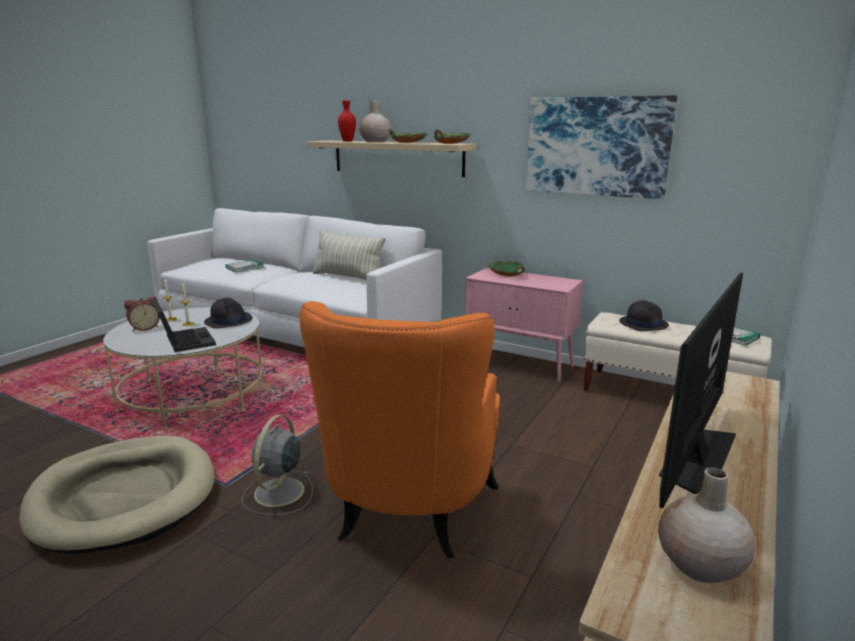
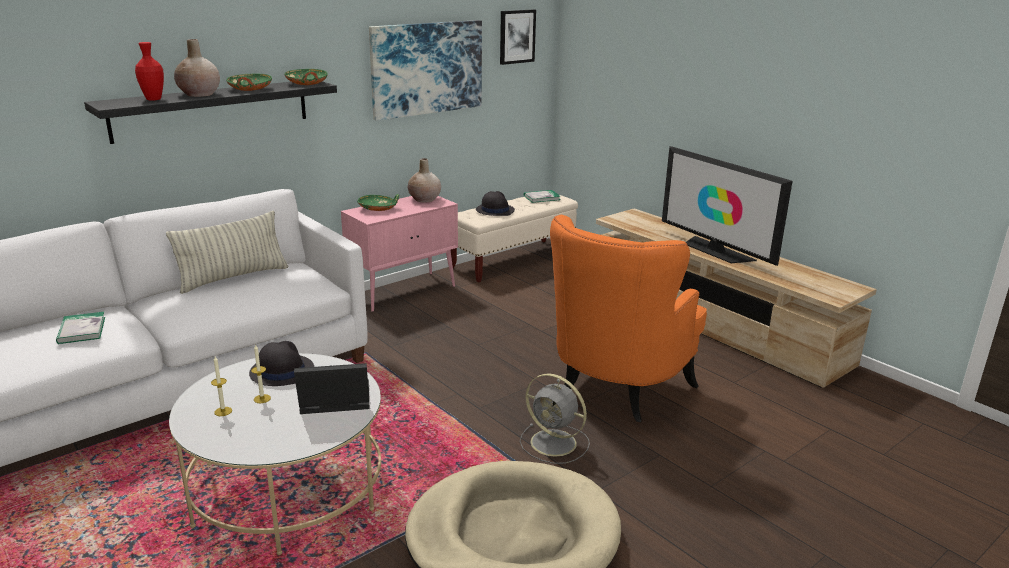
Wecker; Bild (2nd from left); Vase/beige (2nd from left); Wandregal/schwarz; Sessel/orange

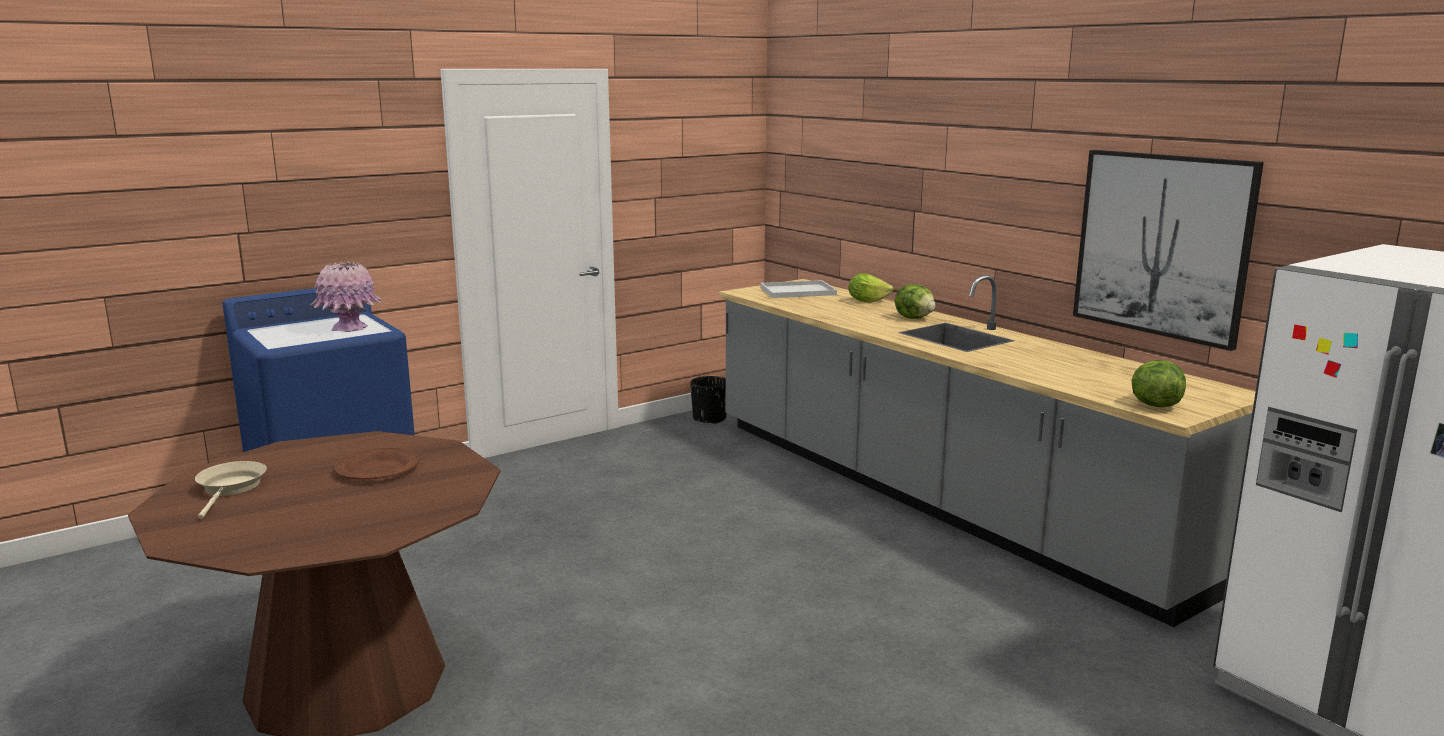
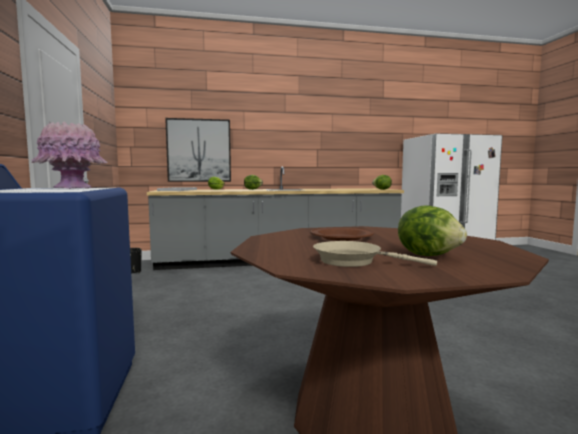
Salatkopf (4th from left); Bild

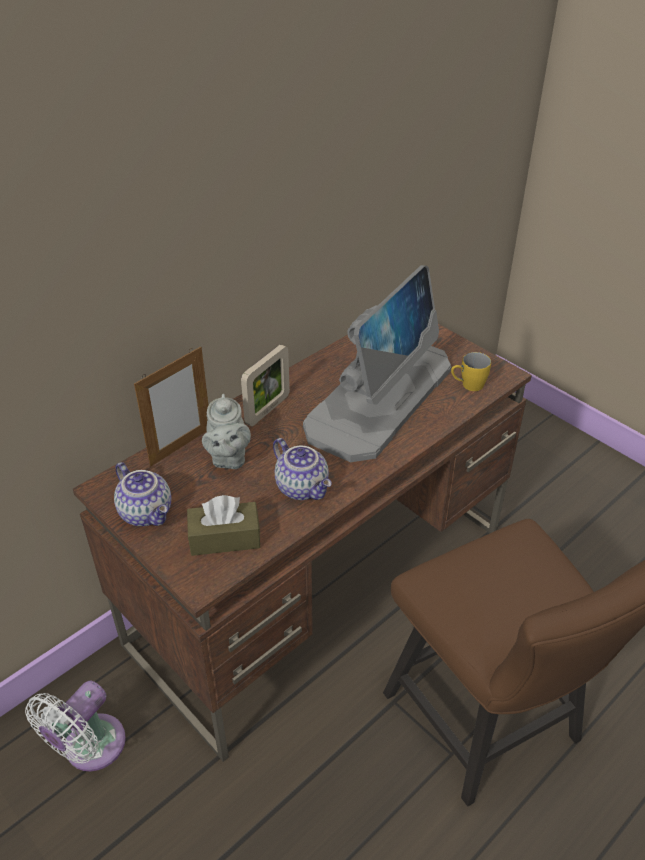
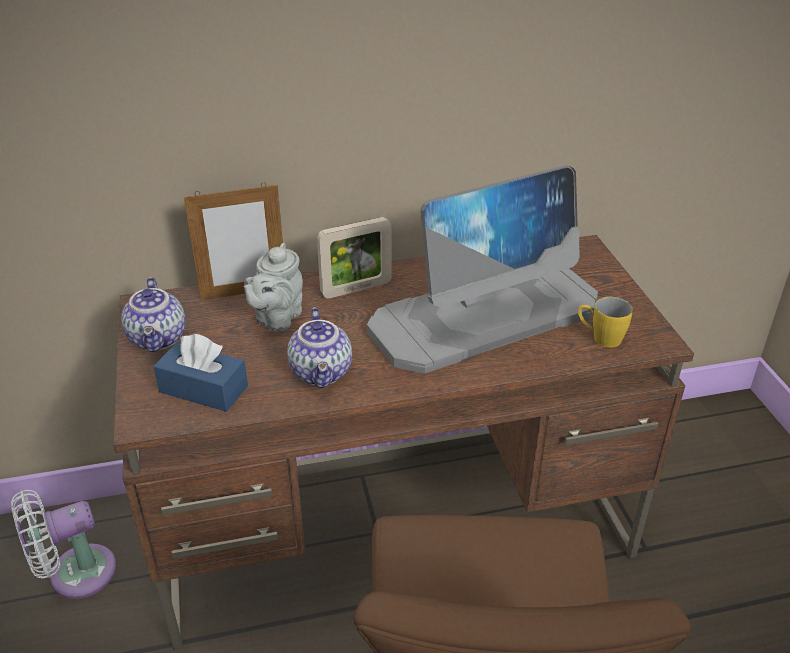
Taschentuchbox/blau

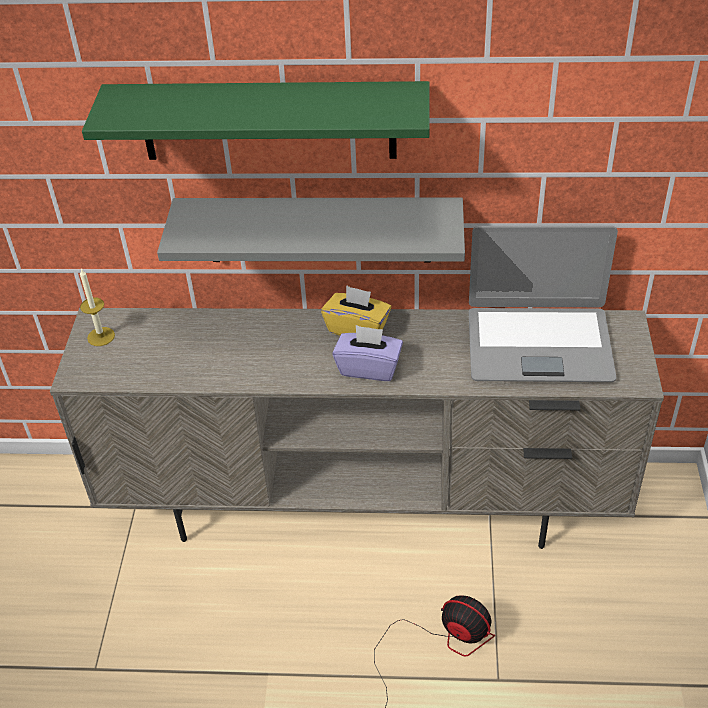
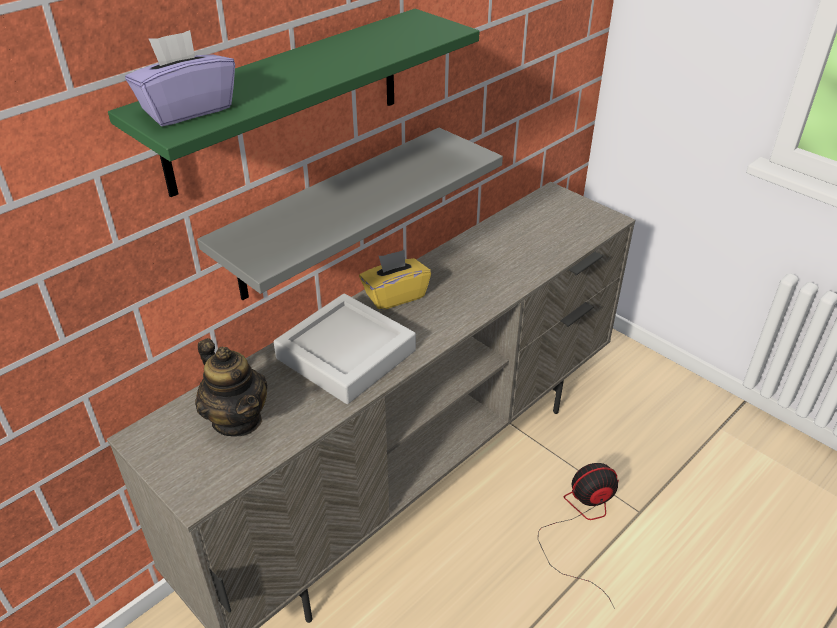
Kerze; Laptop; Teekanne; Tablett/grau; Taschentuchbox/lila

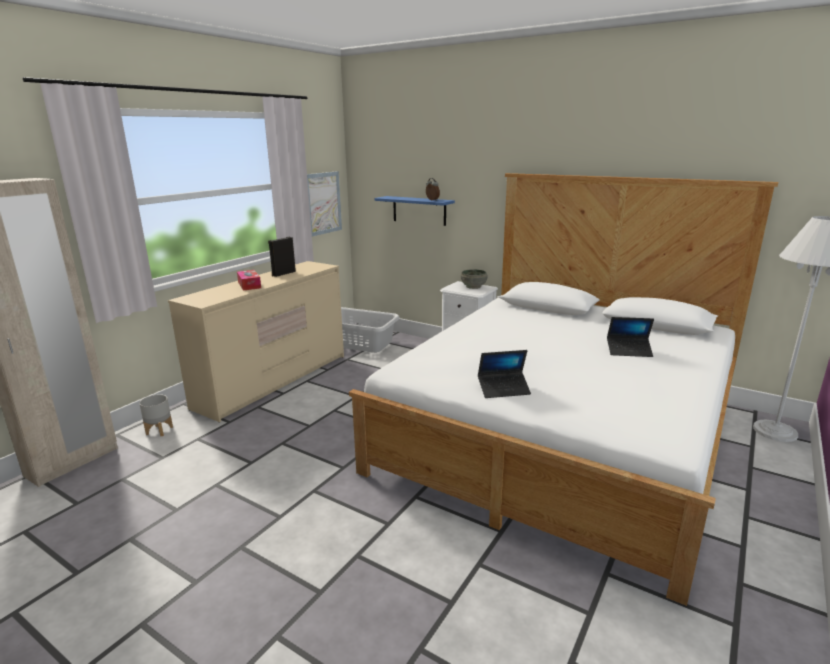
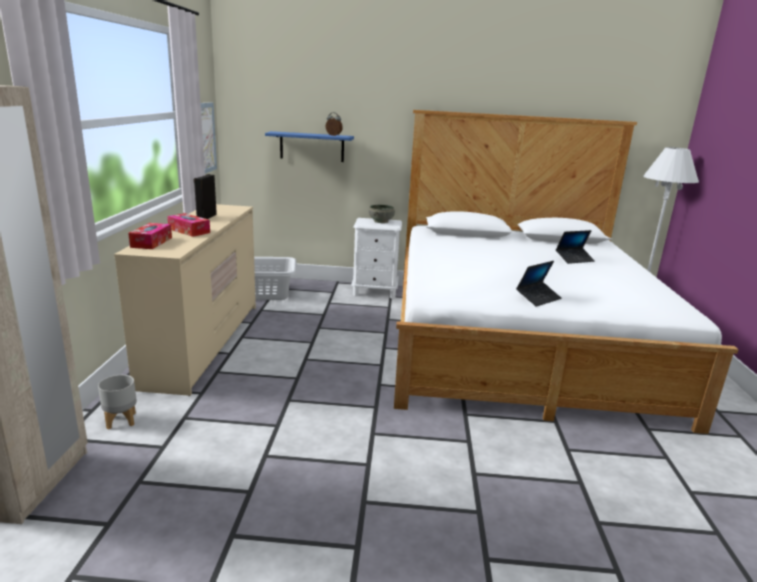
Taschentuchbox (1st from left)

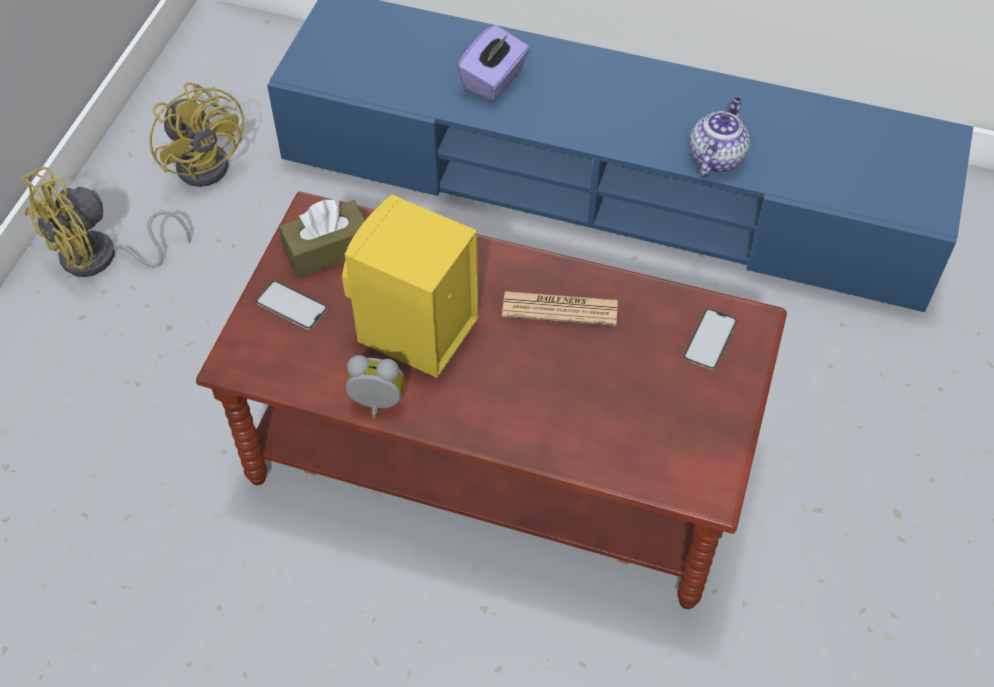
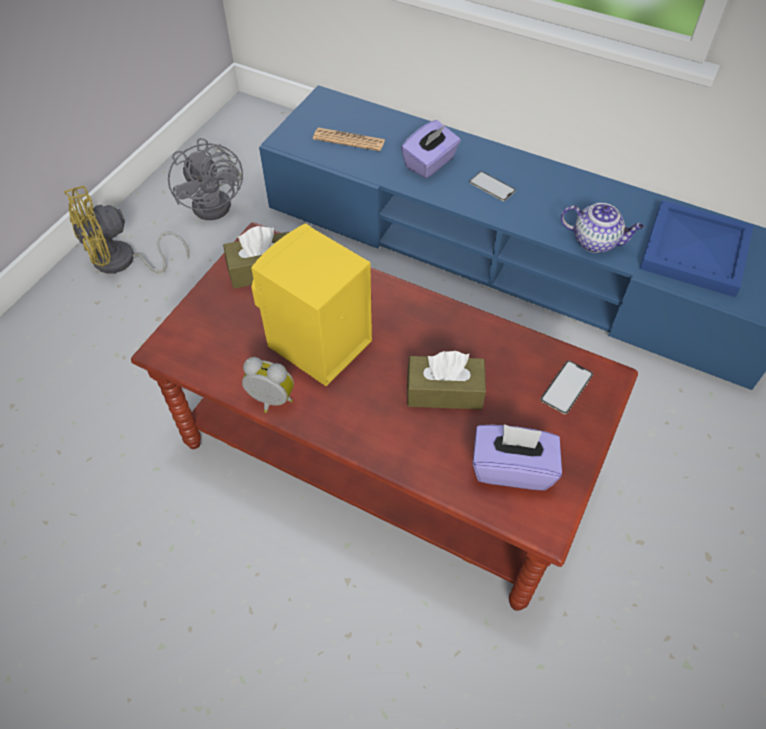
Taschentuchbox/braun (2nd from left); Taschentuchbox/lila (2nd from left); Tablett/blau; Handy (1st from left); Zeitung; Ventilator/grau; Teekanne

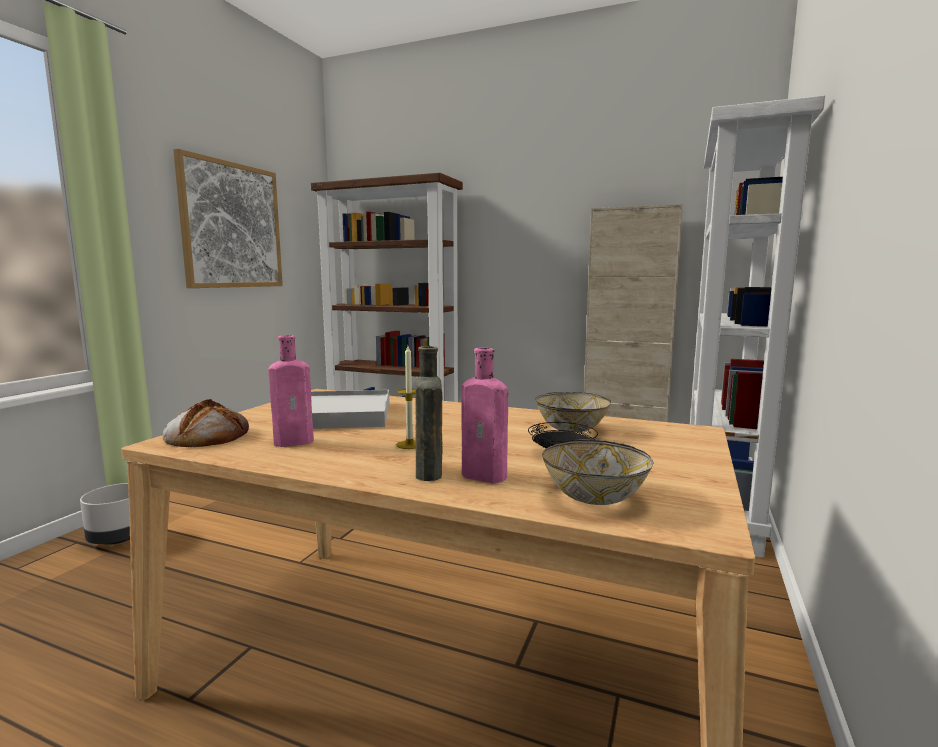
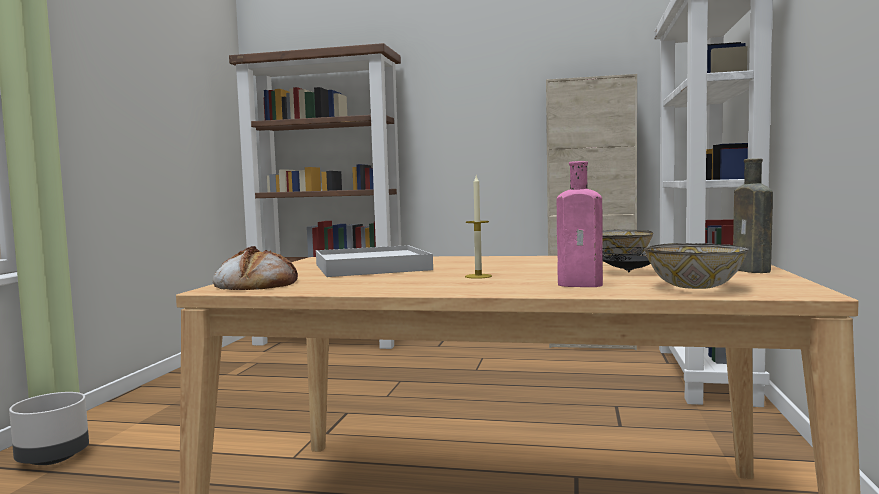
Bild; Flasche/rosa (1st from left in the first image); Flasche/braun

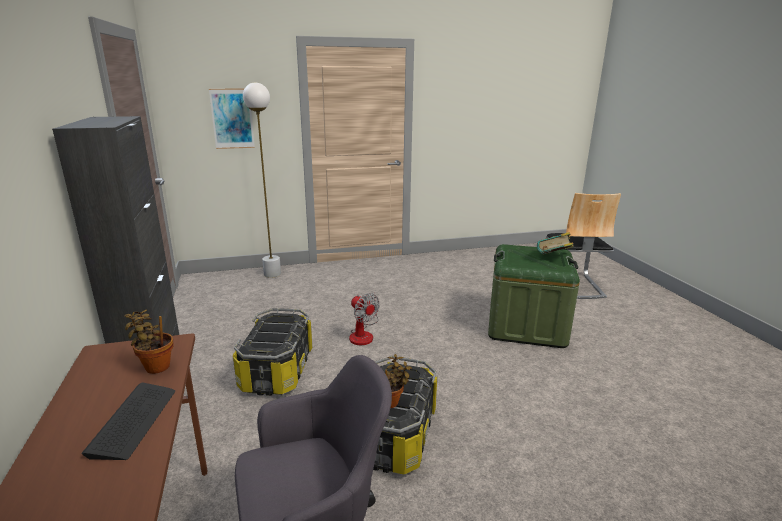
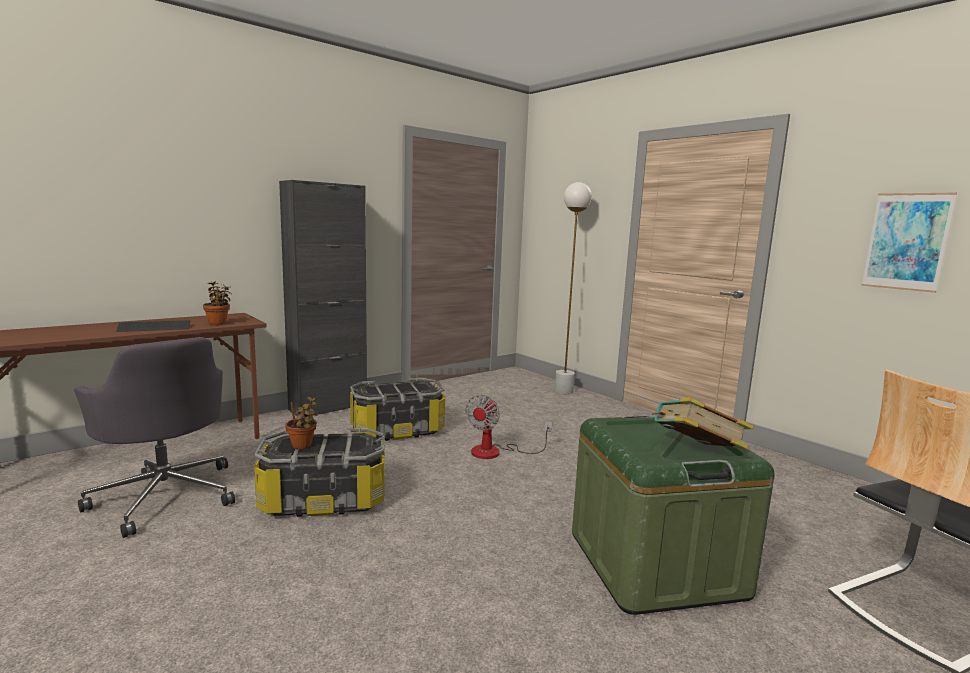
Bild

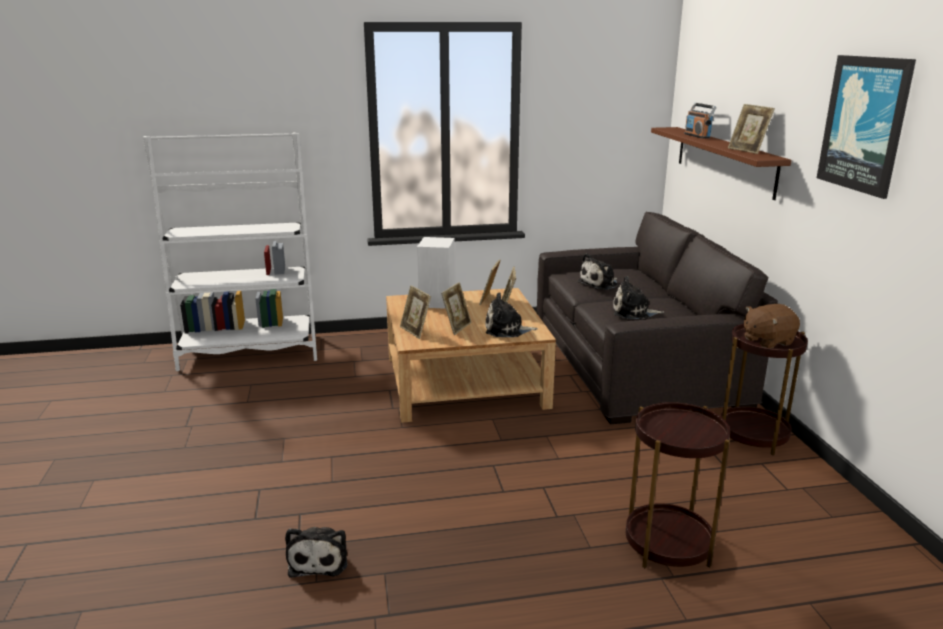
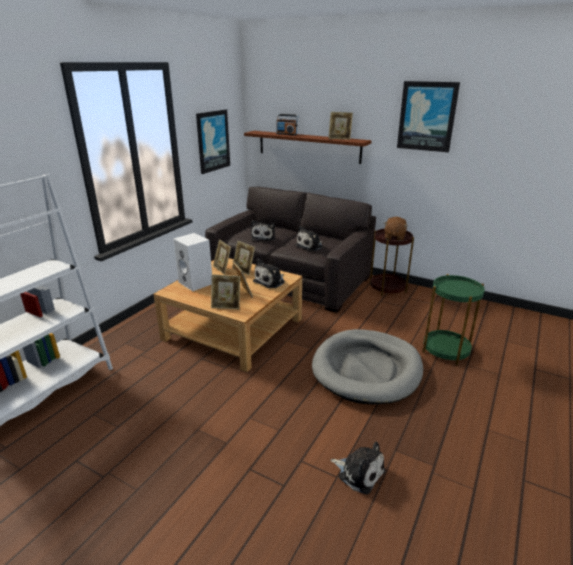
Bild (1st from left); Hundebett/grau; Beistelltisch/grün

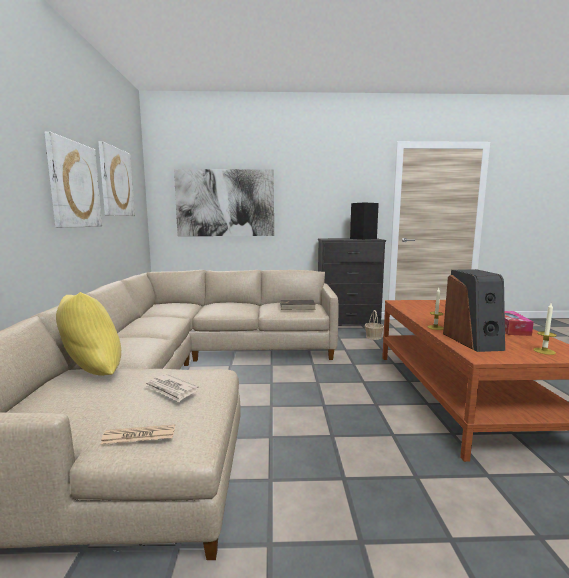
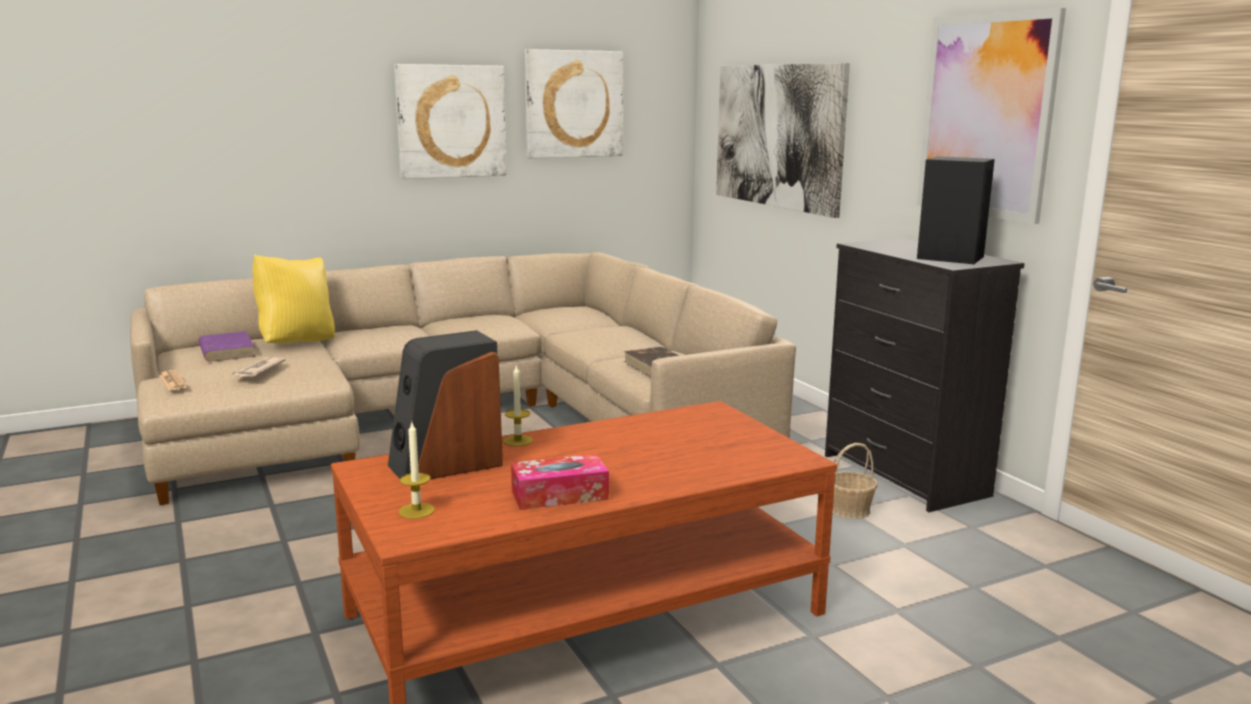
Buch/lila; Bild (4th from left)

